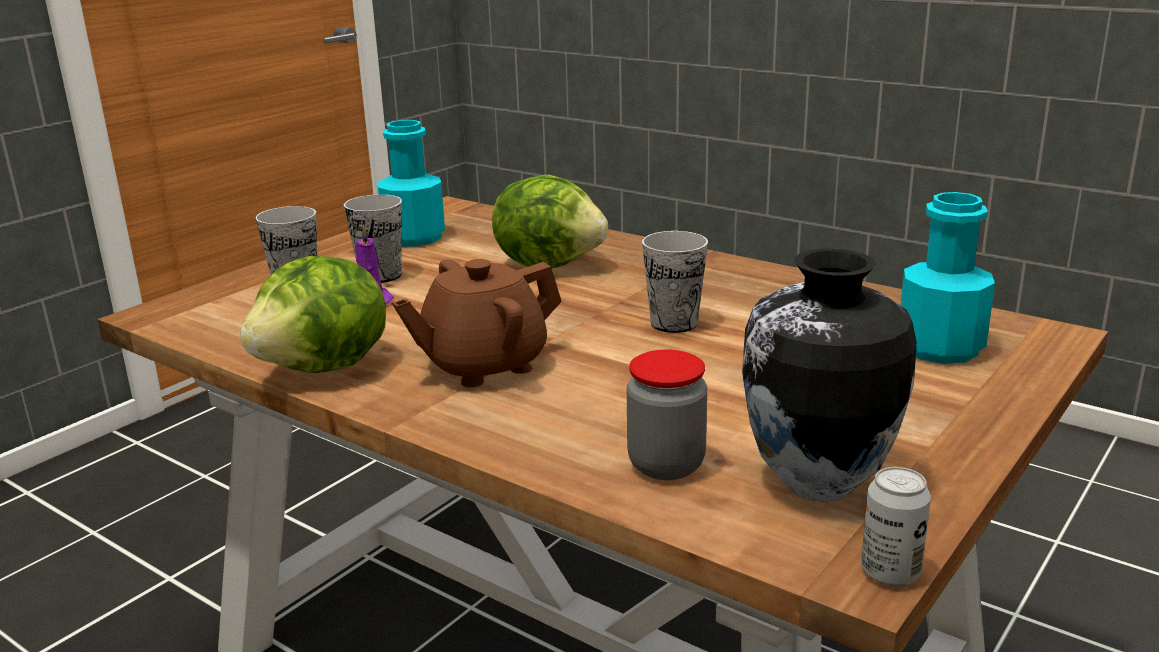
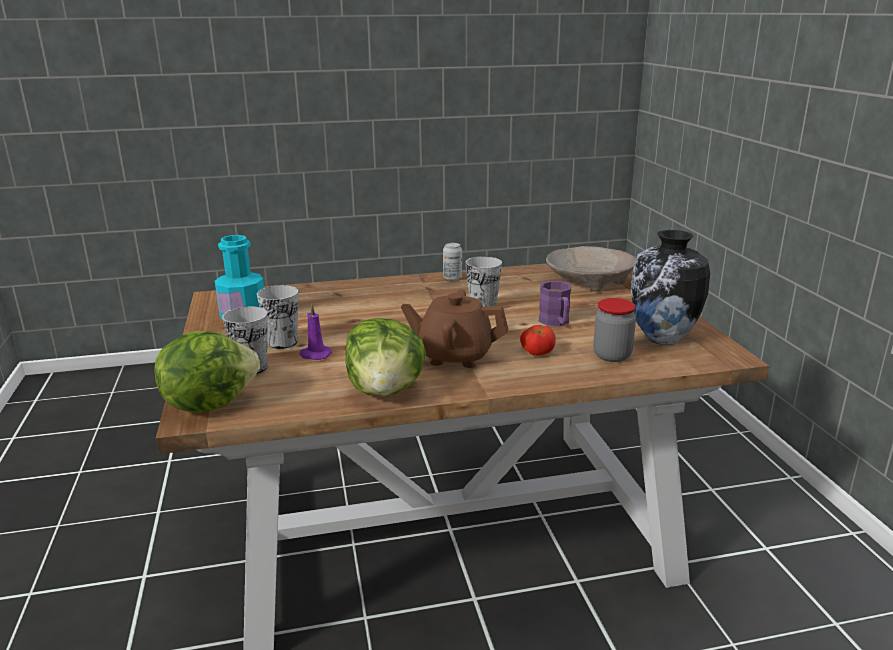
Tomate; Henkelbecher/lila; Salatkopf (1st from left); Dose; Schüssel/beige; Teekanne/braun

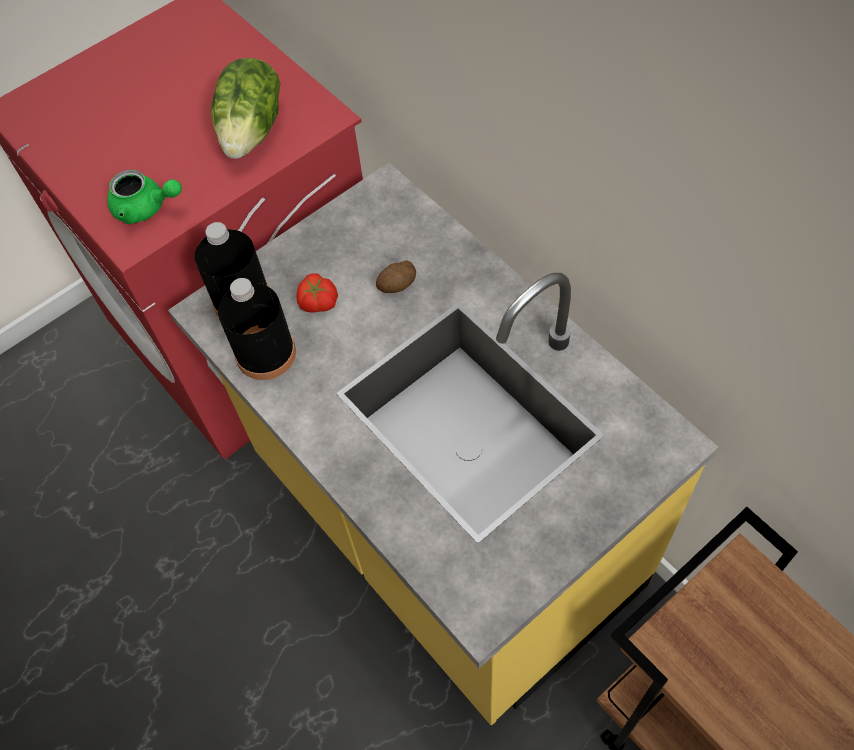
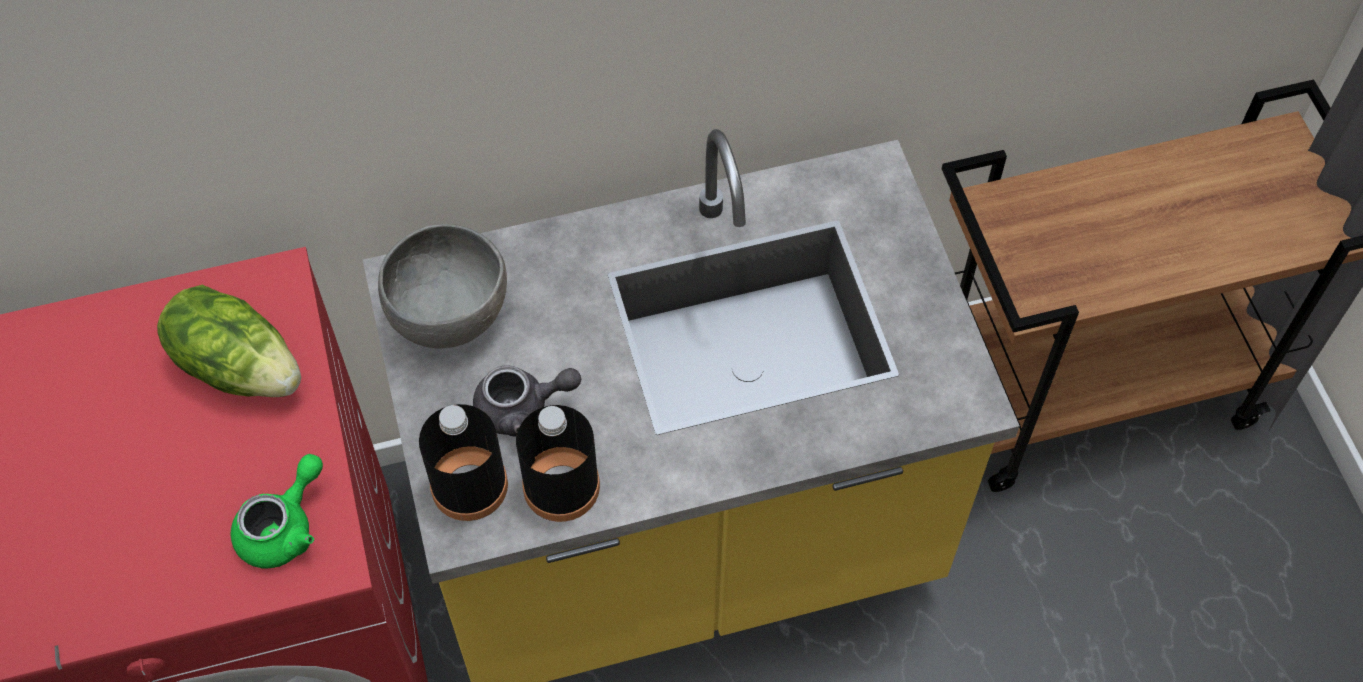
Kartoffel; Schüssel/grau; Teekanne/grau

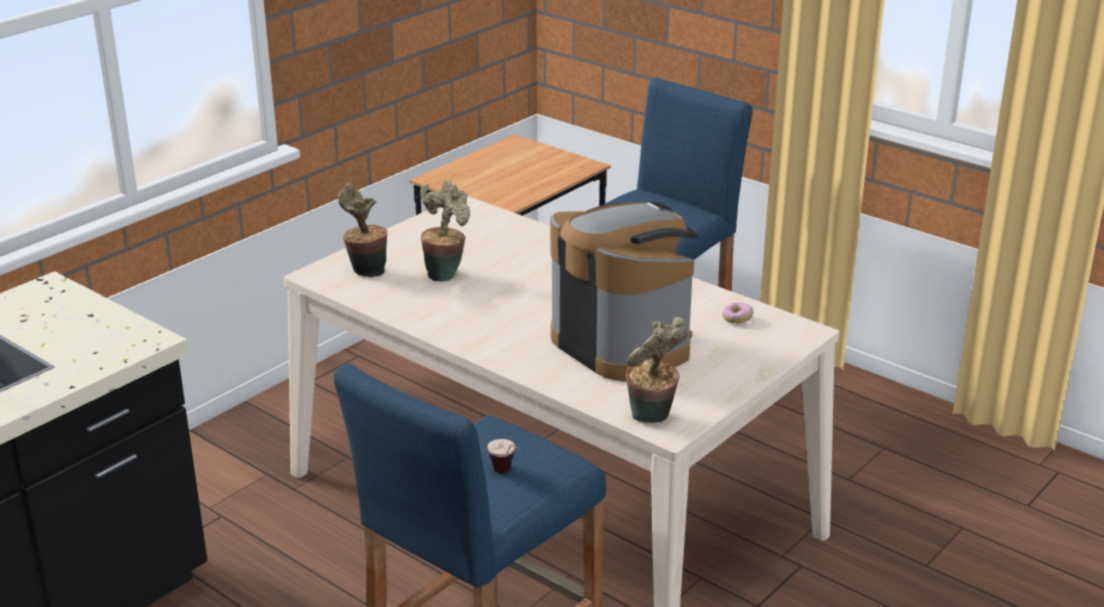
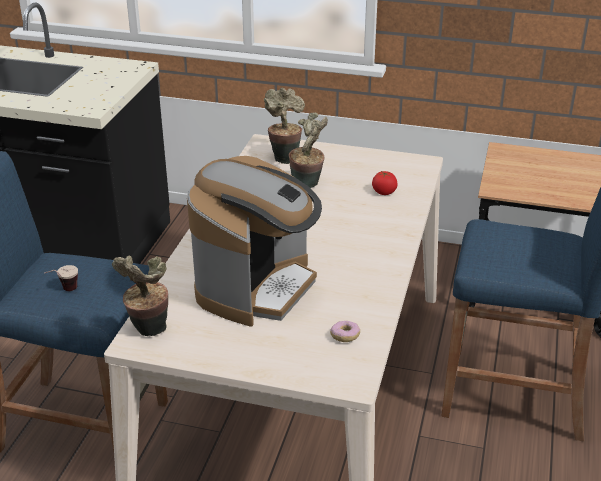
Tomate

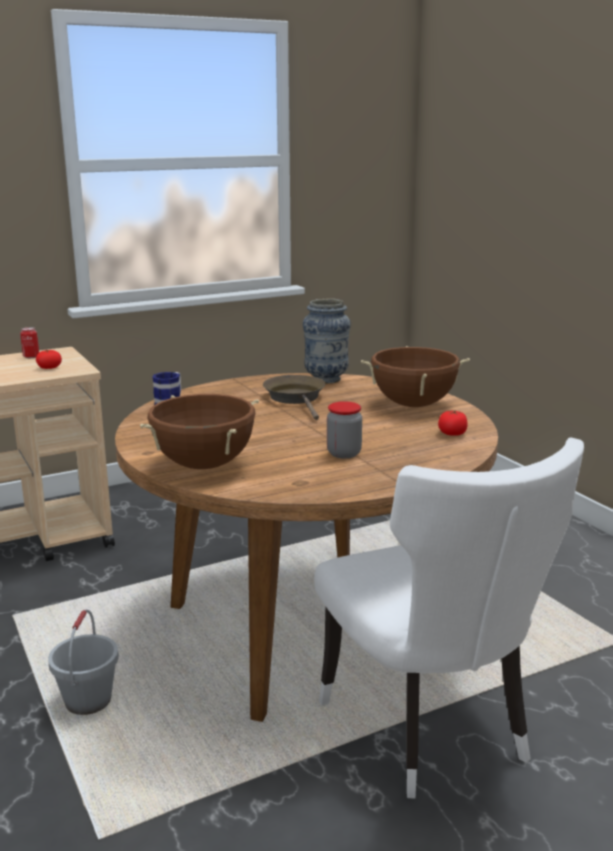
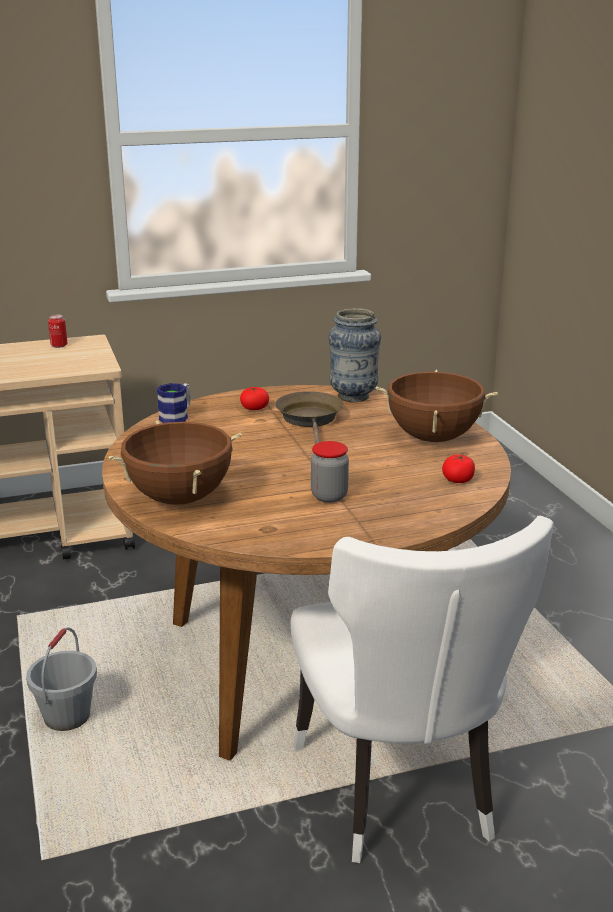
Tomate (1st from left)

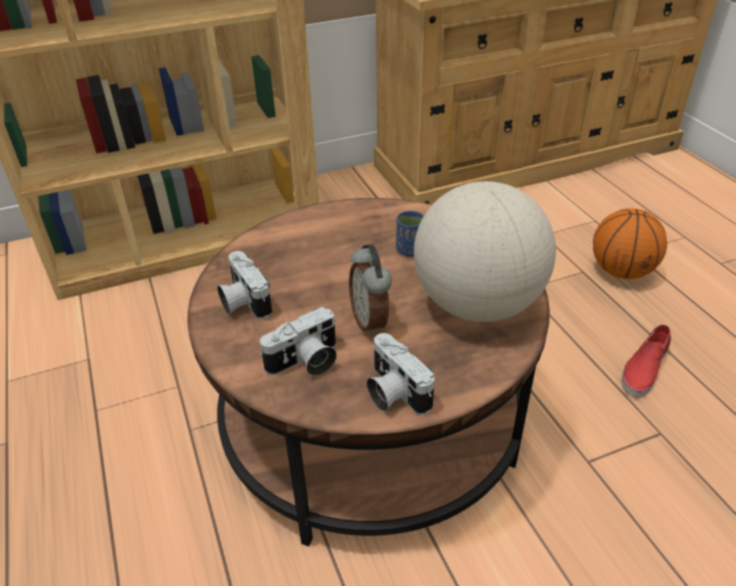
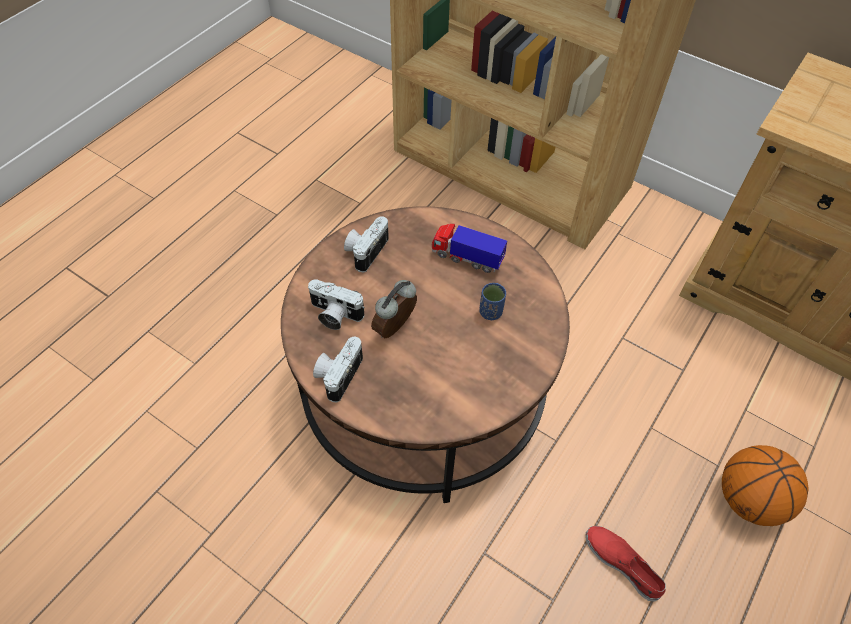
Globus; Spielzeuglaster; Schuh/rot

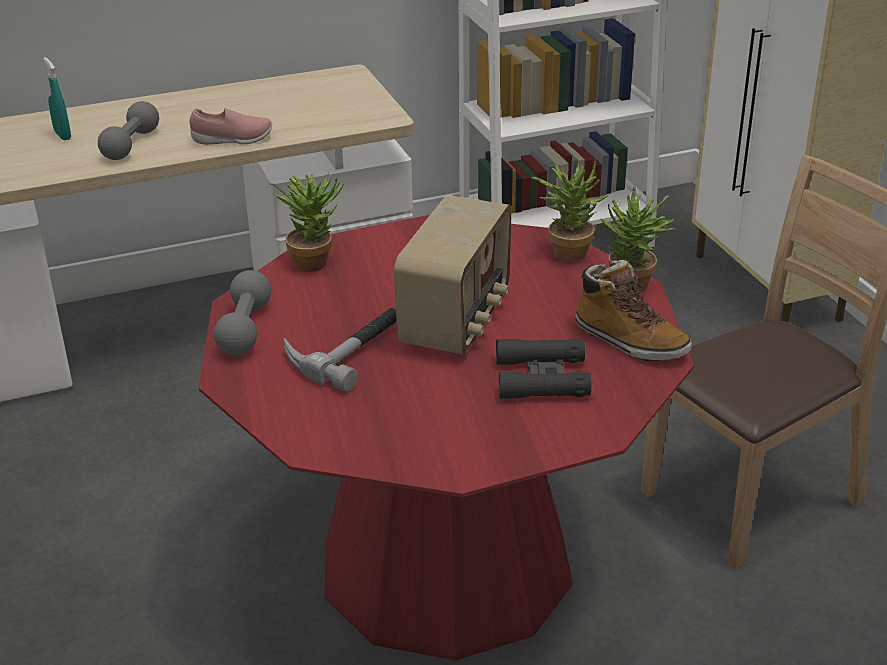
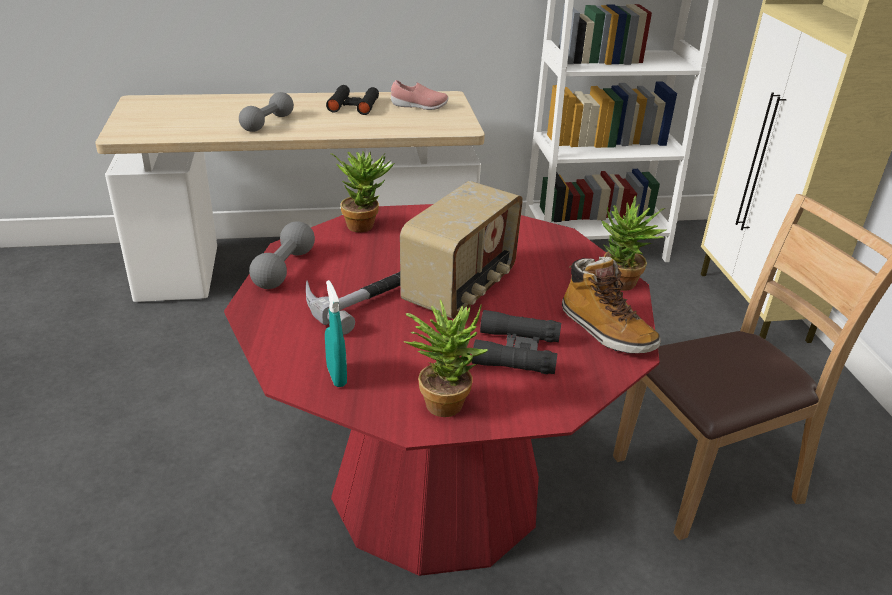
Fernglas/schwarz (1st from left); Sprühflasche/türkis; Schuh/rosa; Topfpflanze (2nd from left)

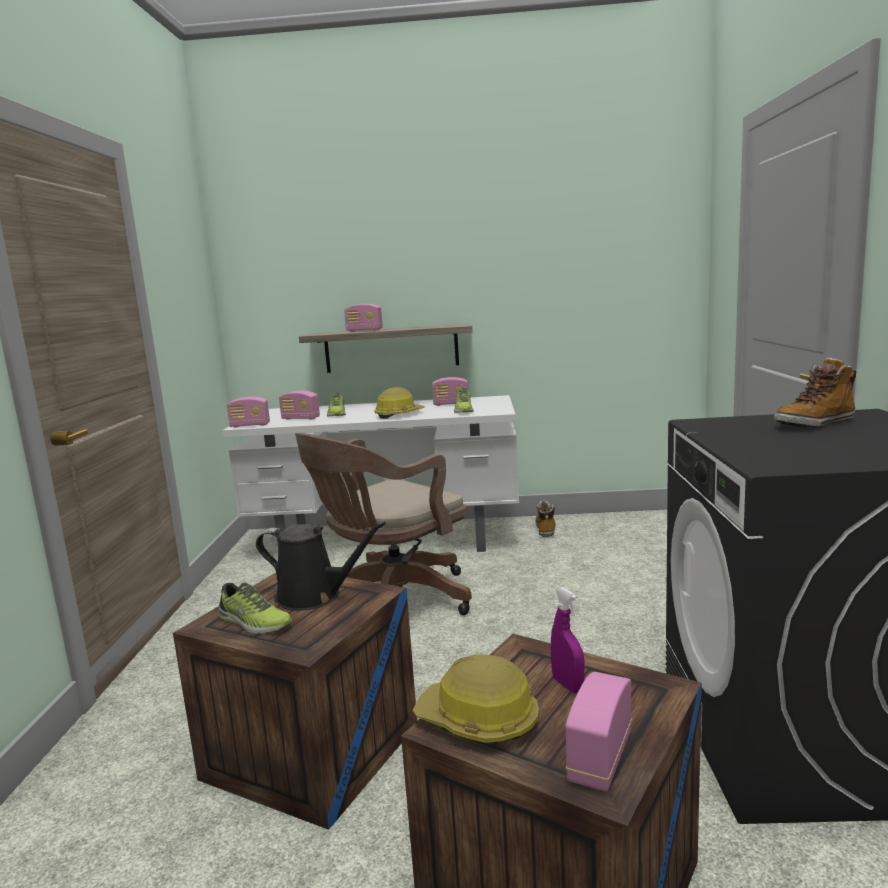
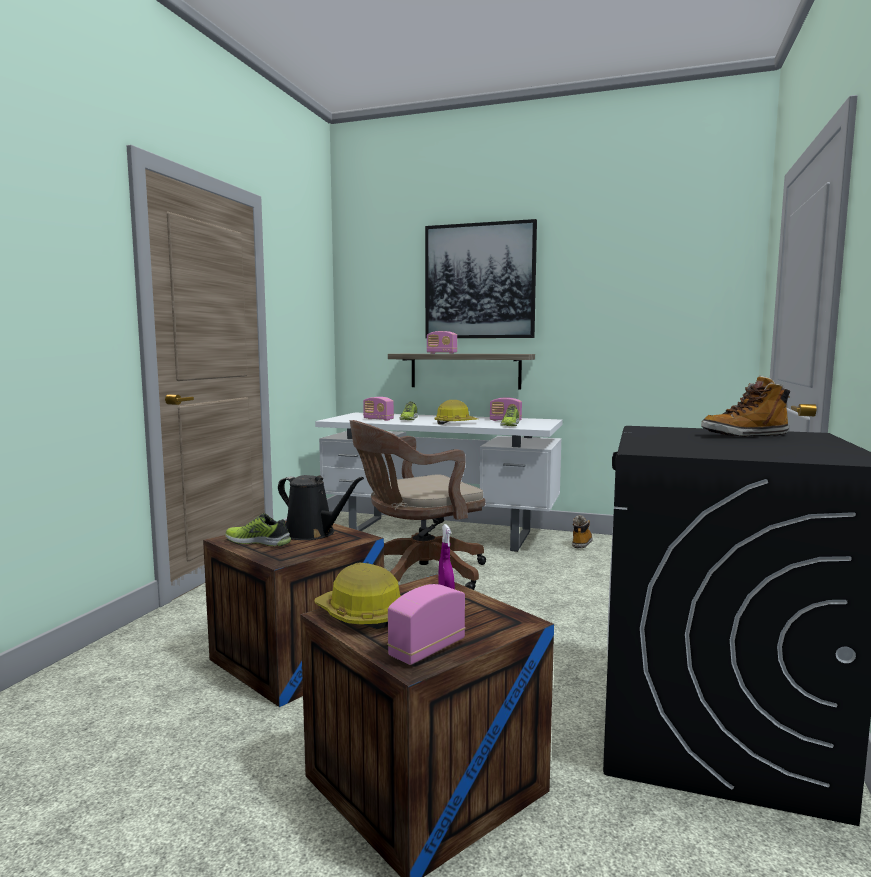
Radio (1st from left in the first image); Bild; Schuh (1st from left)

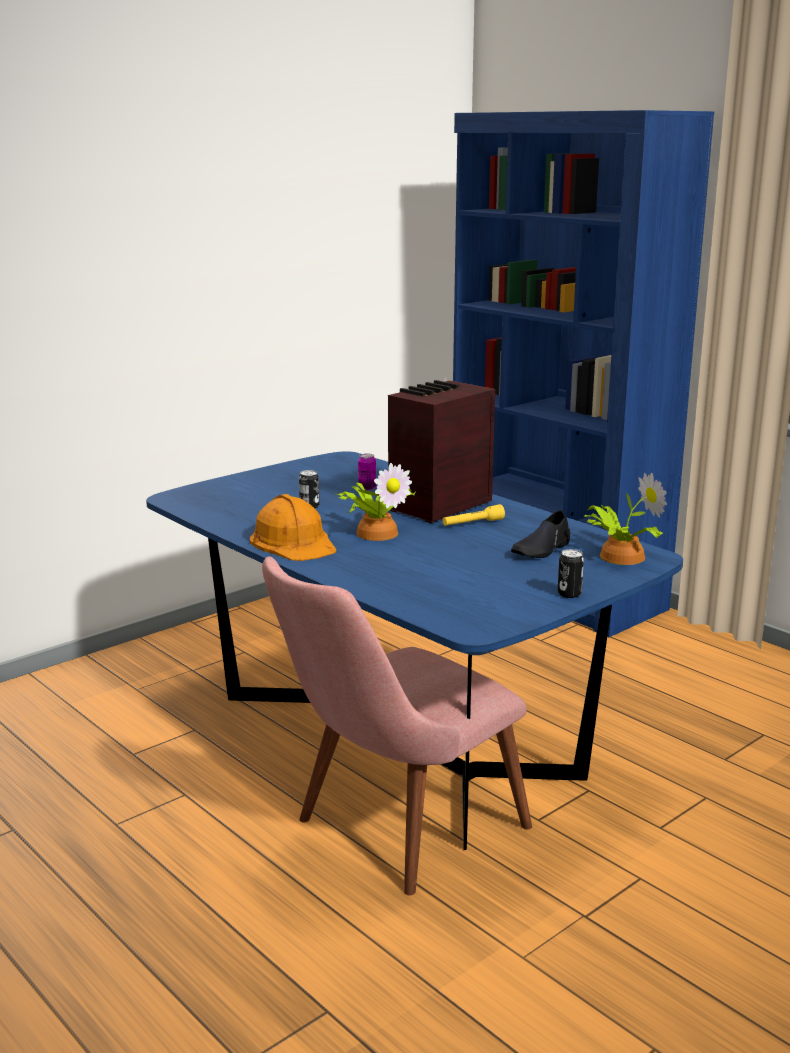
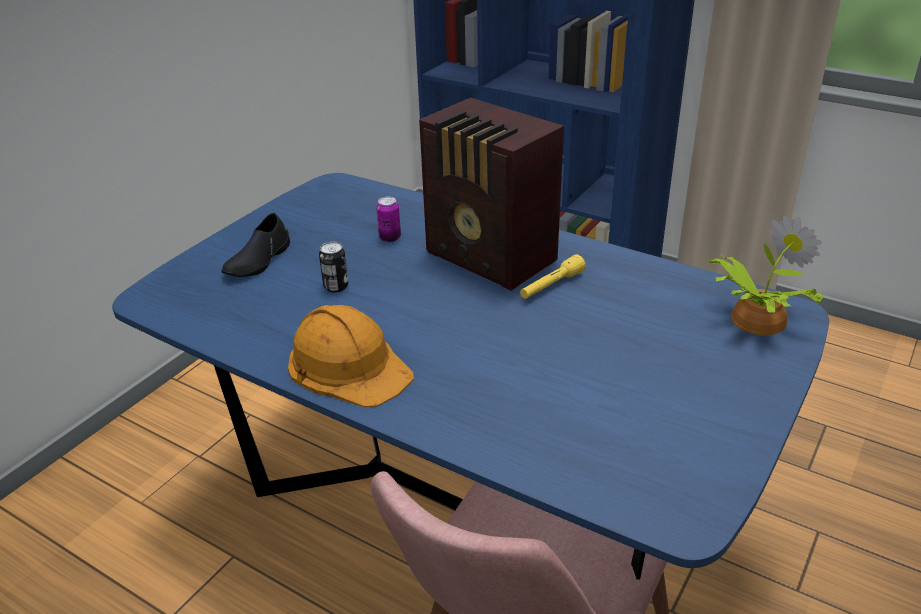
Topfpflanze (1st from left in the first image); Dose (3rd from left in the first image); Schuh/schwarz; Radio

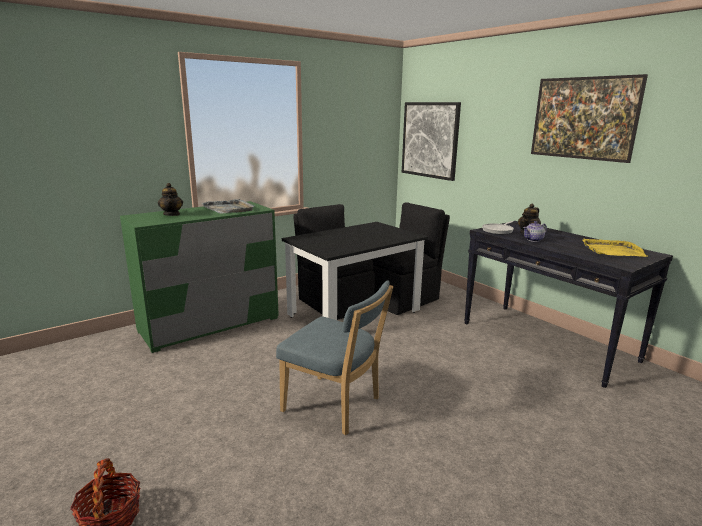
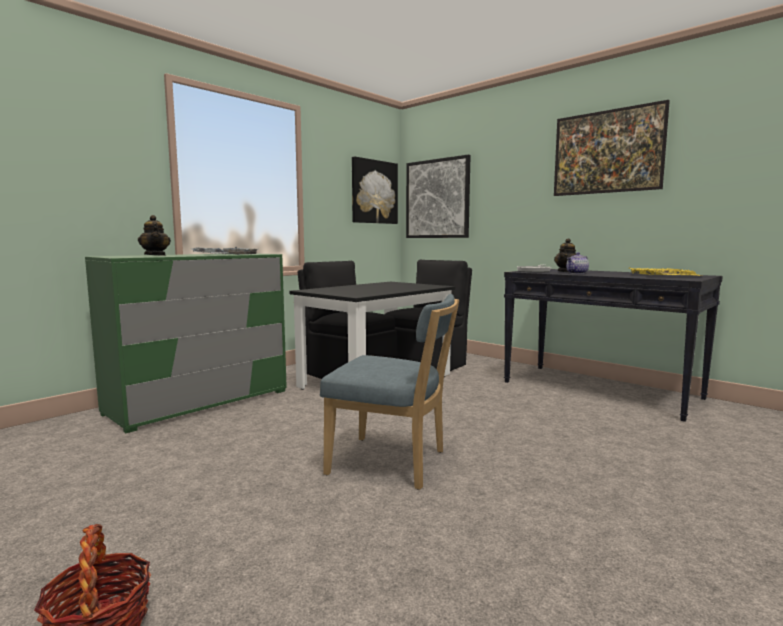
Bild (1st from left)

